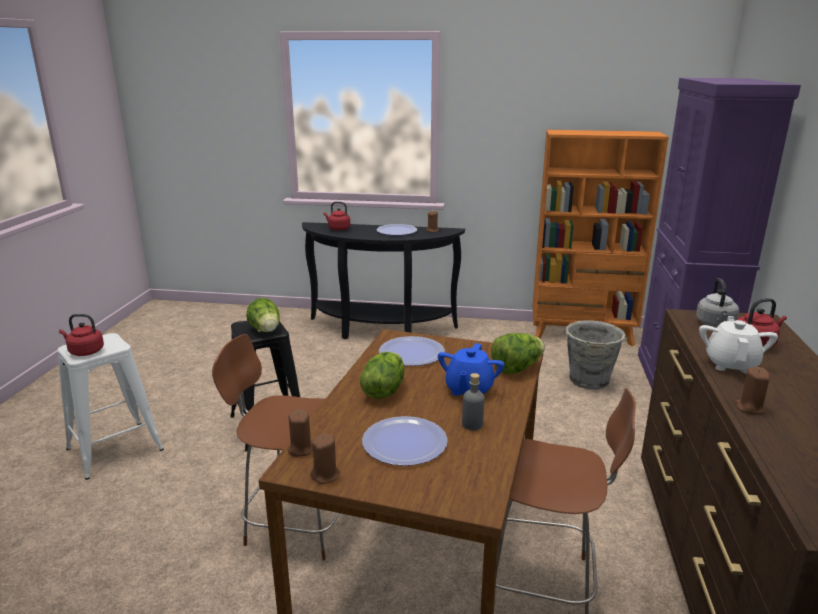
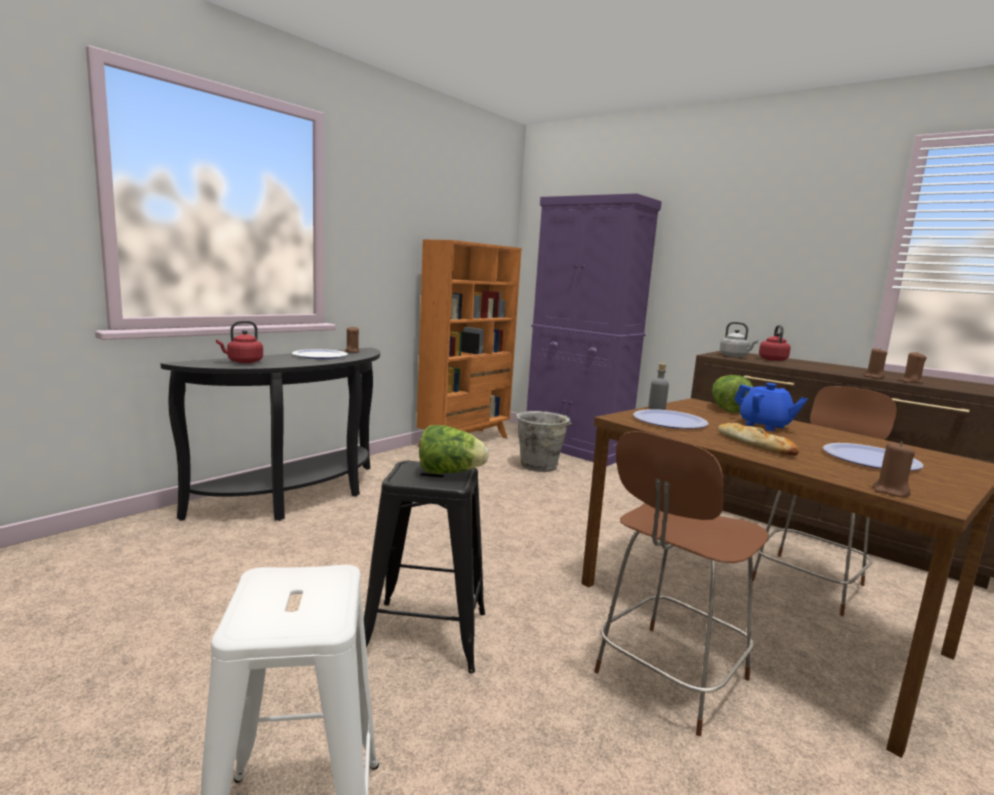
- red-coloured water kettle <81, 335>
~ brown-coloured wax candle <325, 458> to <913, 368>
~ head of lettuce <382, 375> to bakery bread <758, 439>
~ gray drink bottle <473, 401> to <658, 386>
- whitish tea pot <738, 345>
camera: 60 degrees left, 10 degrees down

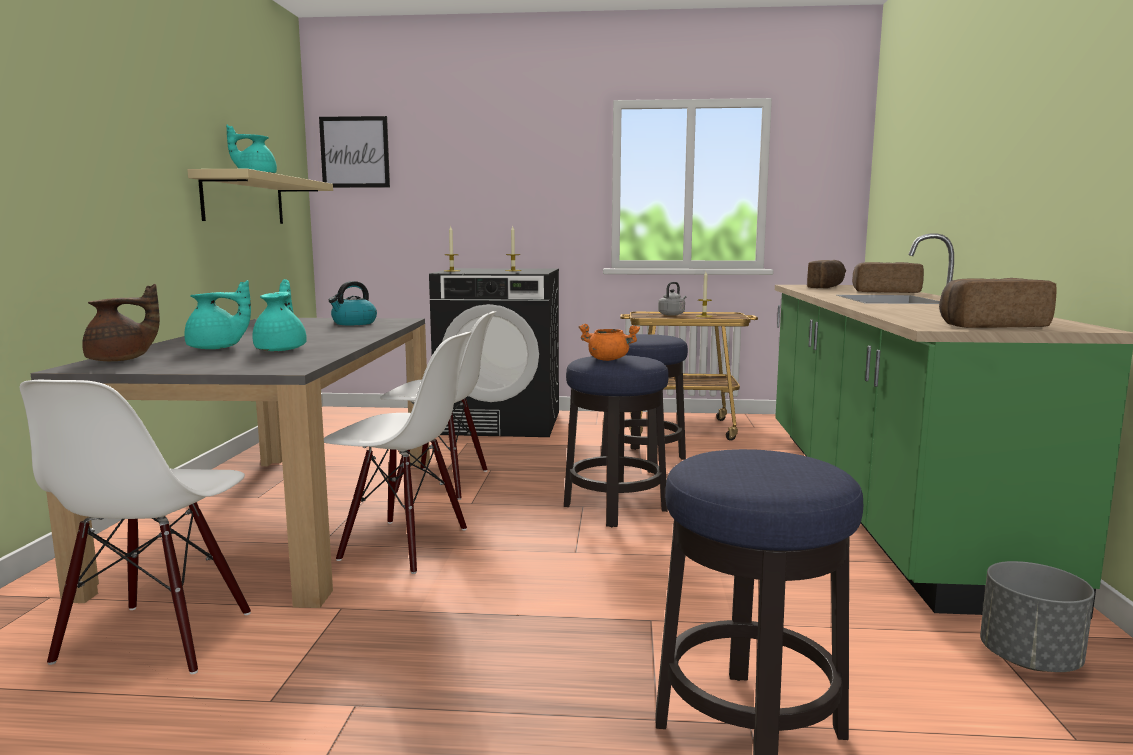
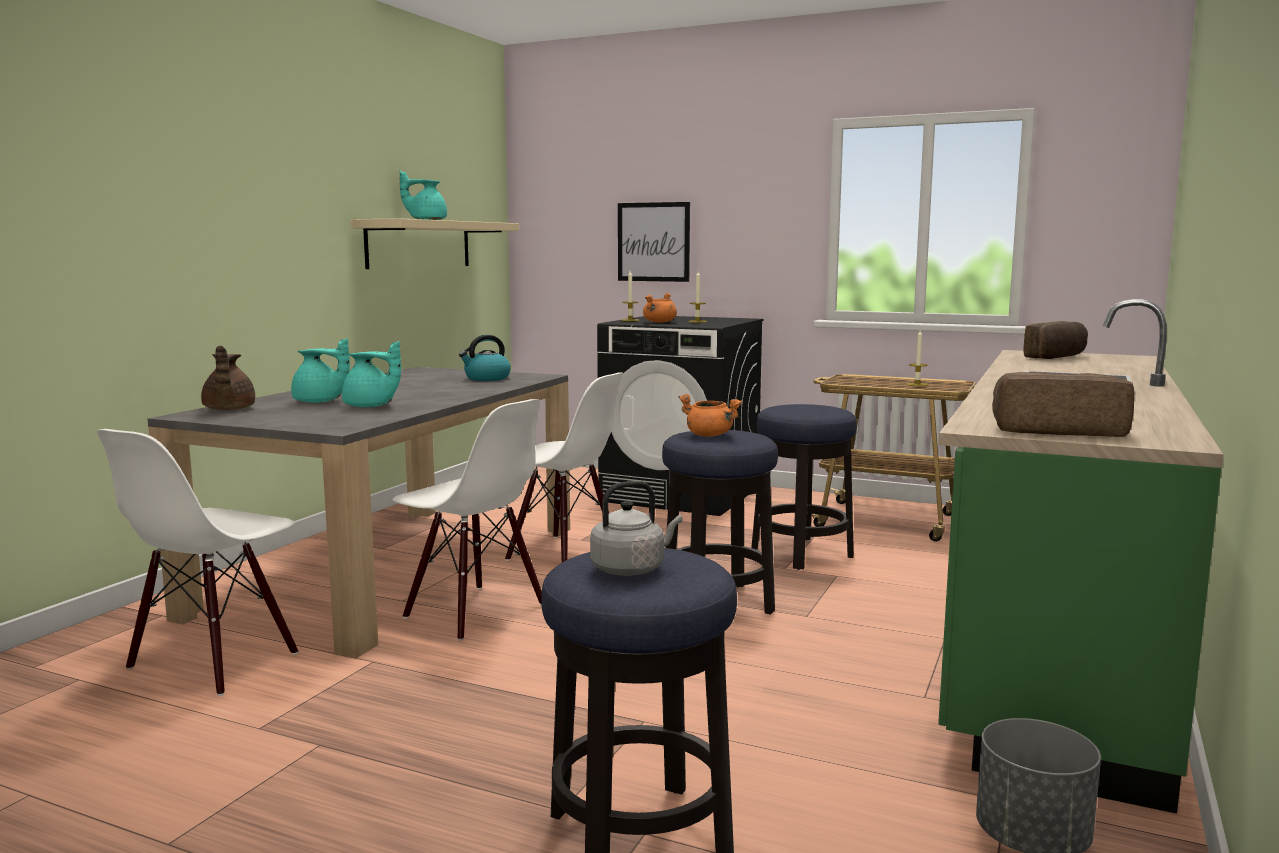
~ brown-coloured tea pot <121, 322> = <228, 377> 90 degrees clockwise
~ turquoise tea pot <279, 315> = <371, 374> 90 degrees clockwise
~ wall picture <354, 152> to <654, 242>
~ gray water kettle <672, 299> to <636, 528>
- bakery bread <888, 277>
+ orangey cooking pot <660, 308>
camera: 20 degrees right, 0 degrees up

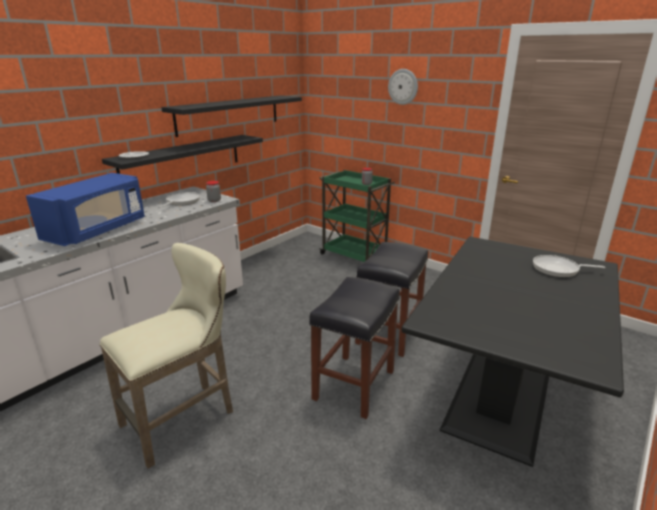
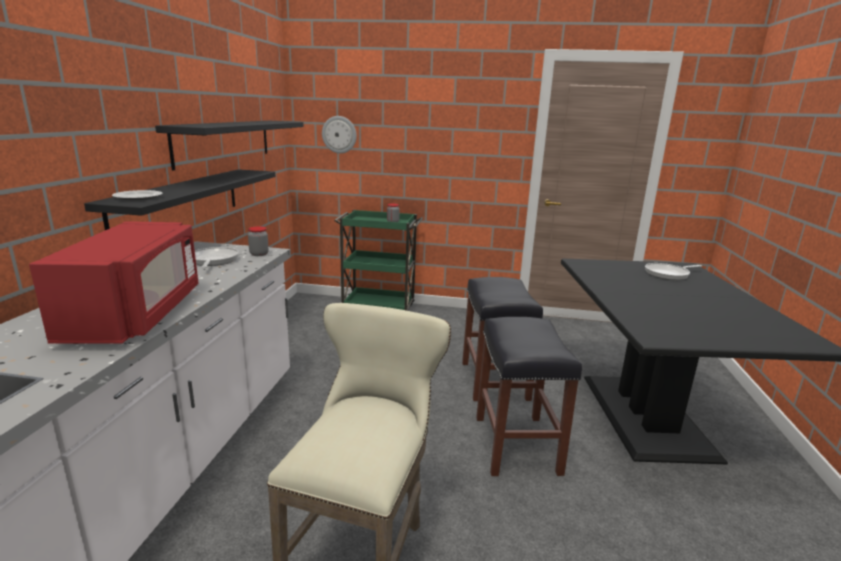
~ bluish microwave <85, 209> to red-coloured microwave <113, 282>
~ hanging clock <403, 87> to <339, 134>
camera: 30 degrees left, 5 degrees down

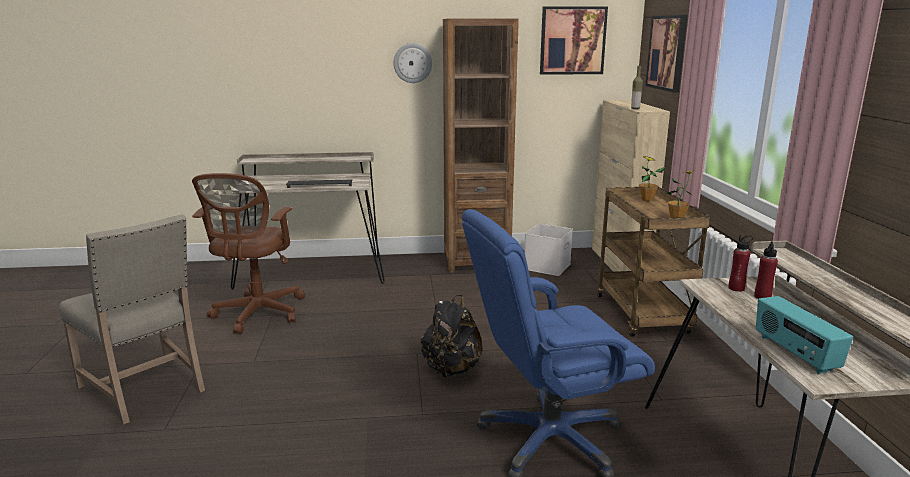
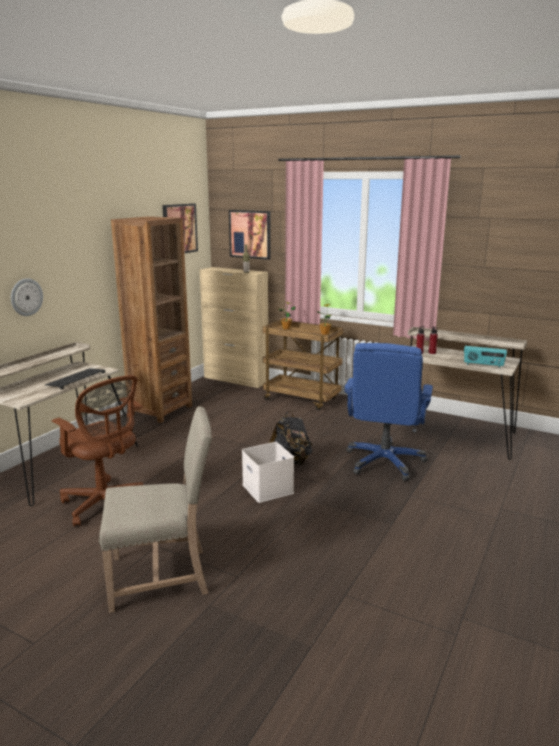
~ hanging clock <412, 63> to <27, 297>
~ whitish storage container <549, 250> to <268, 472>
camera: 55 degrees left, 0 degrees up

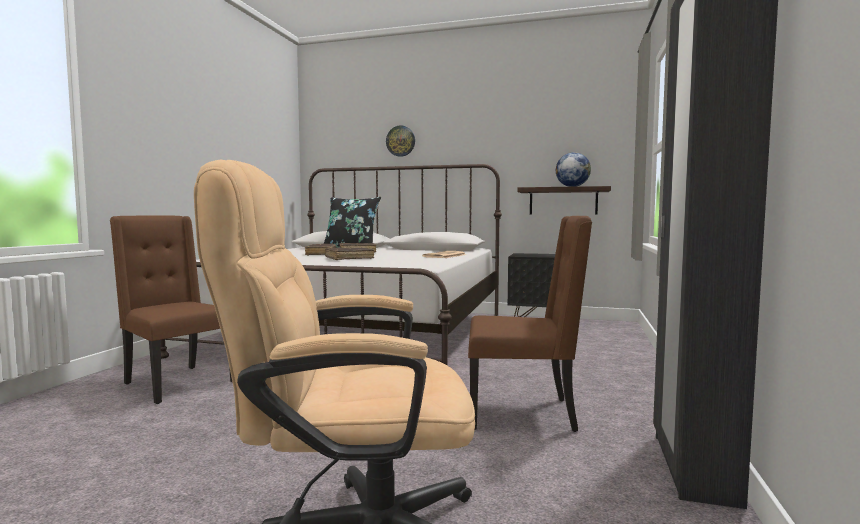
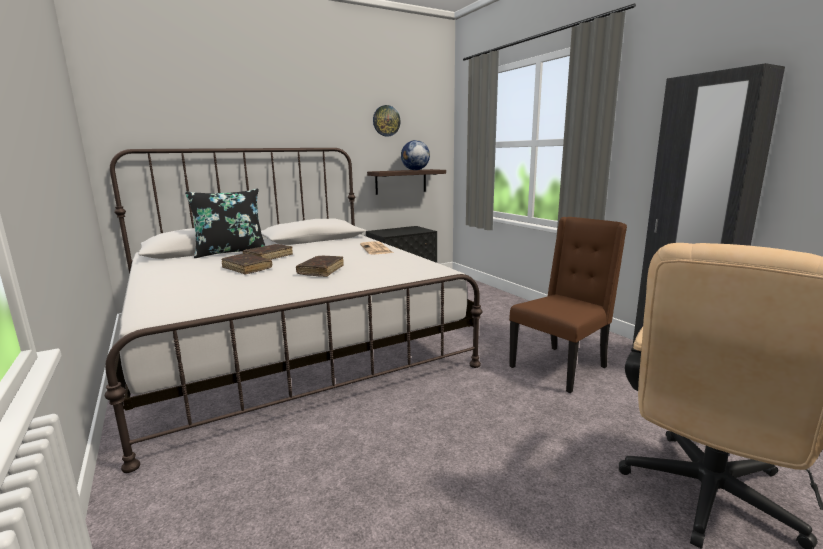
- brown-coloured chair <171, 310>
~ hanging clock <400, 141> to <387, 120>
camera: 45 degrees left, 10 degrees up

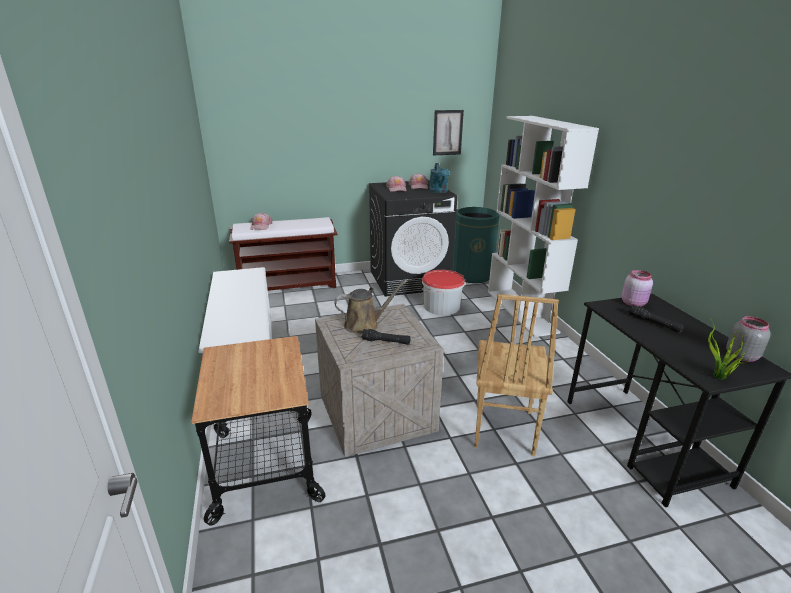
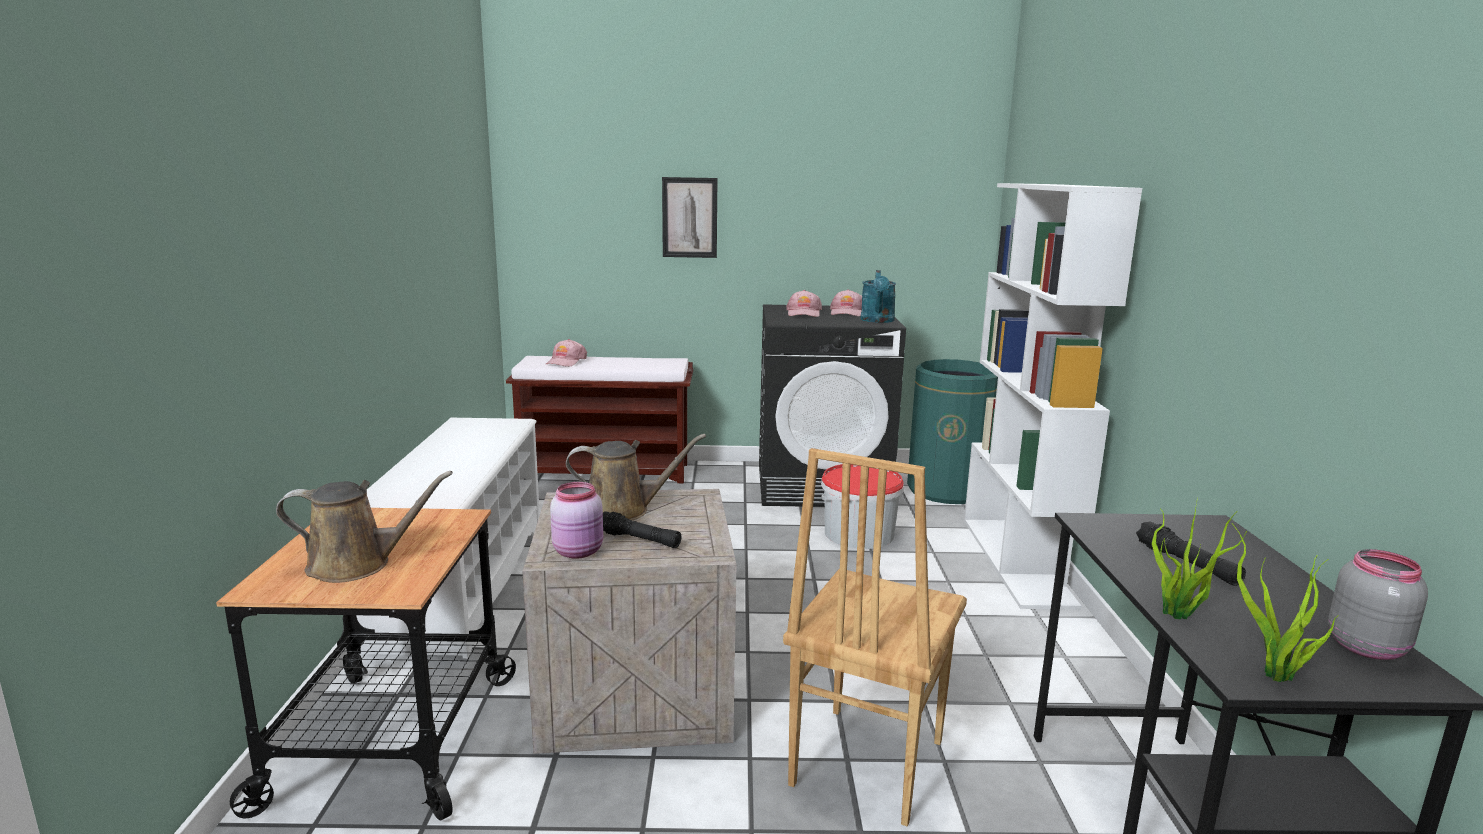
~ wall picture <448, 132> to <690, 217>
~ pinkish storage jar <637, 288> to <576, 520>
+ brown-coloured watering can <364, 527>
+ houseplant <1199, 558>
camera: 15 degrees right, 10 degrees down

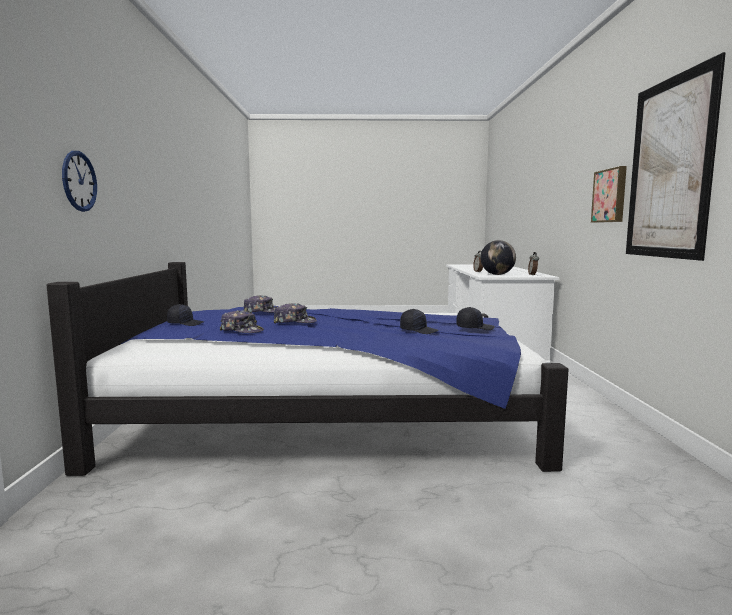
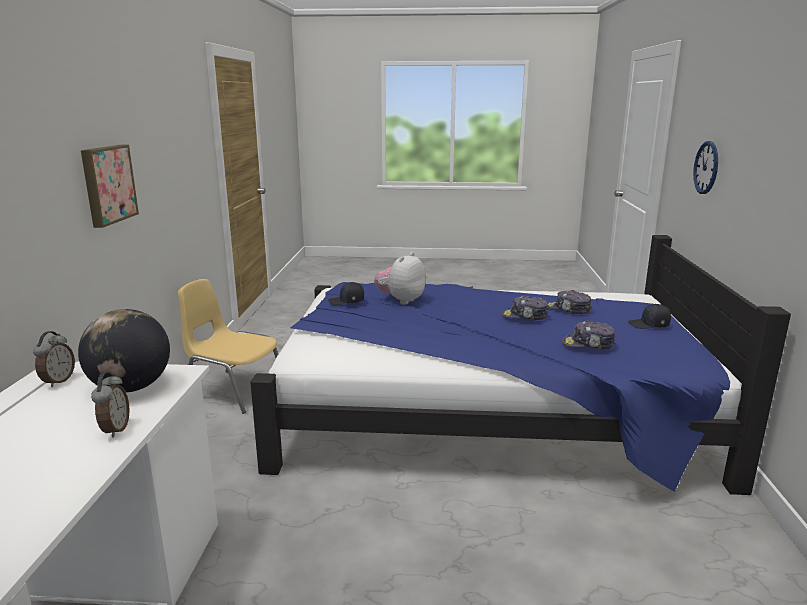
~ blackish cap <419, 321> to plush toy <400, 278>
- wall picture <676, 156>
+ yellow-coloured chair <228, 346>
camera: 175 degrees left, 10 degrees up

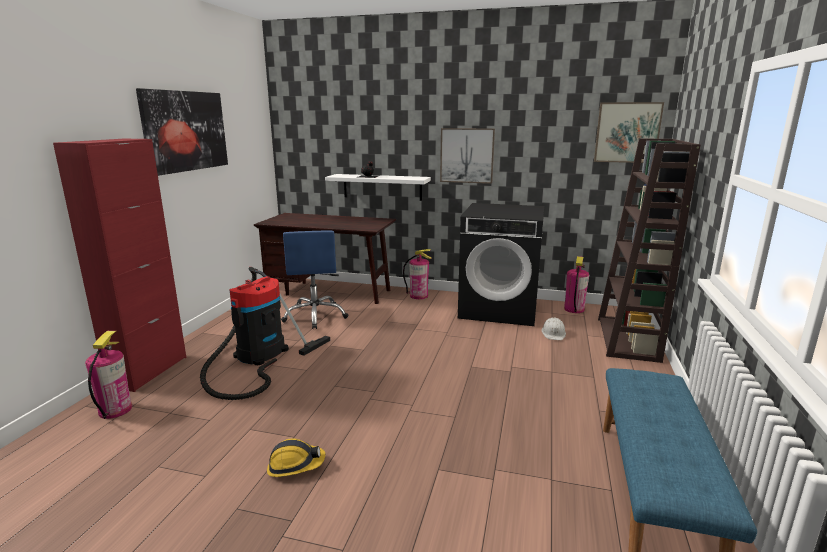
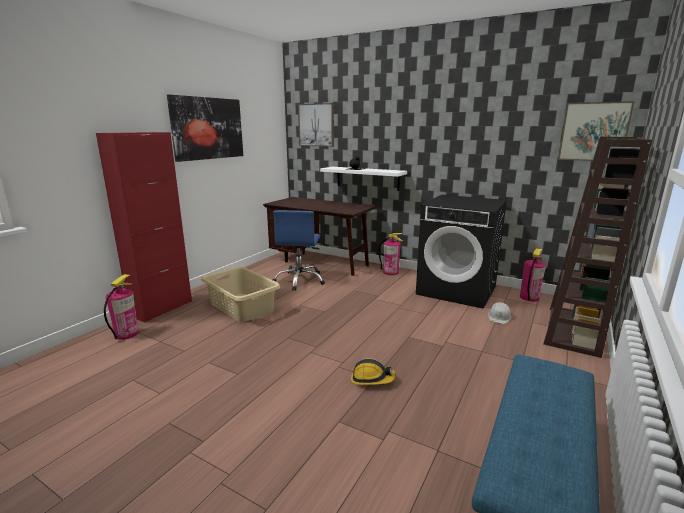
~ vacuum <265, 333> to sand-coloured hamper <240, 294>
~ hard hat <296, 457> to <373, 371>
~ wall picture <467, 156> to <316, 125>
camera: 15 degrees right, 0 degrees up

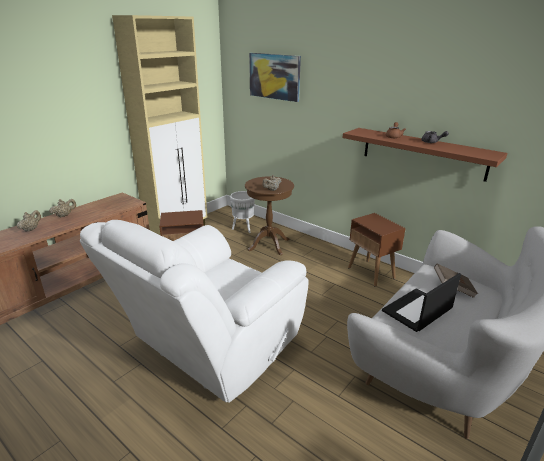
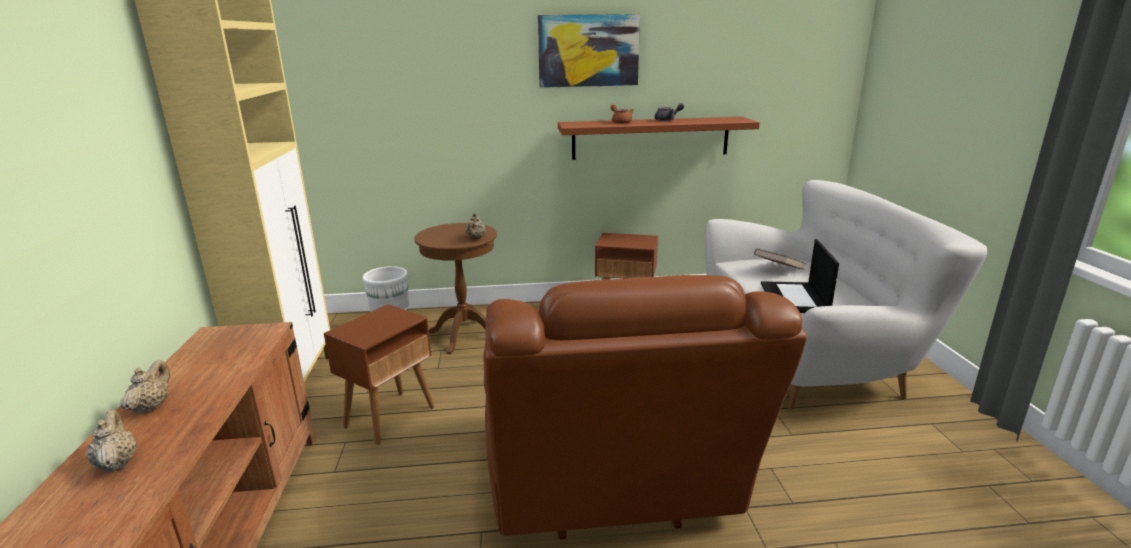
~ whitish lounge chair <194, 311> to brown-coloured lounge chair <645, 407>
~ wall picture <275, 77> to <589, 51>
camera: 45 degrees left, 5 degrees down

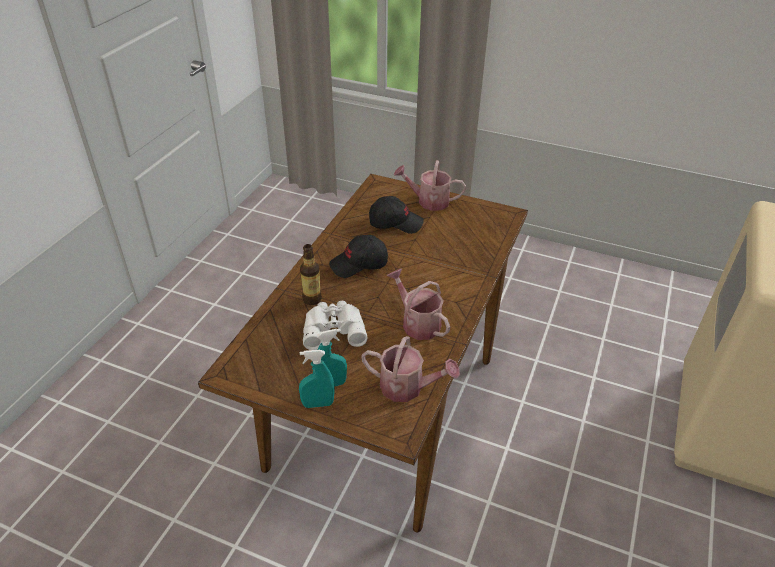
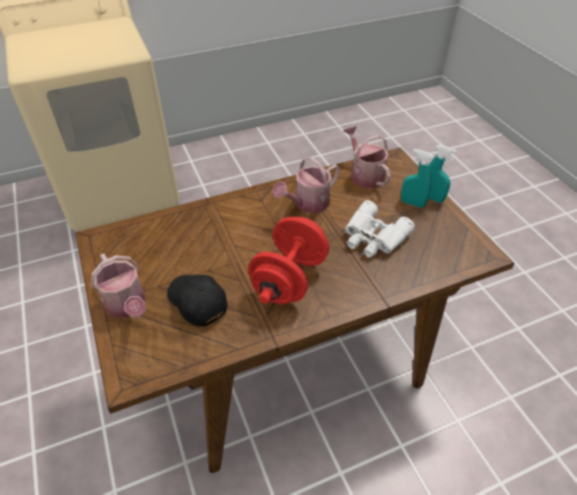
- drink bottle <311, 274>
~ blackish cap <358, 256> to red-coloured free weight <288, 260>
~ watering can <418, 304> = <306, 185> 45 degrees clockwise
camera: 135 degrees left, 5 degrees up

